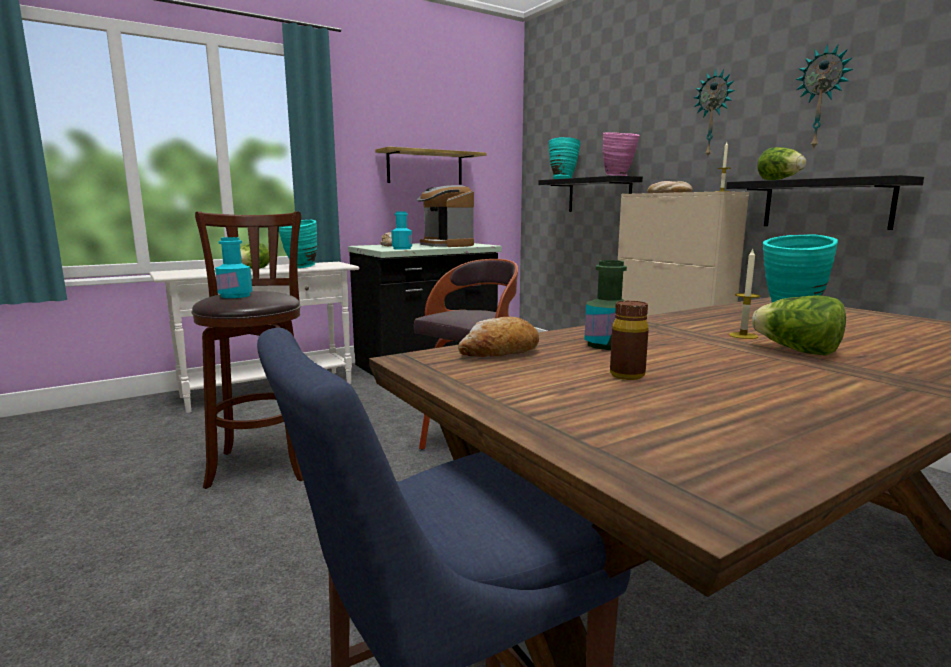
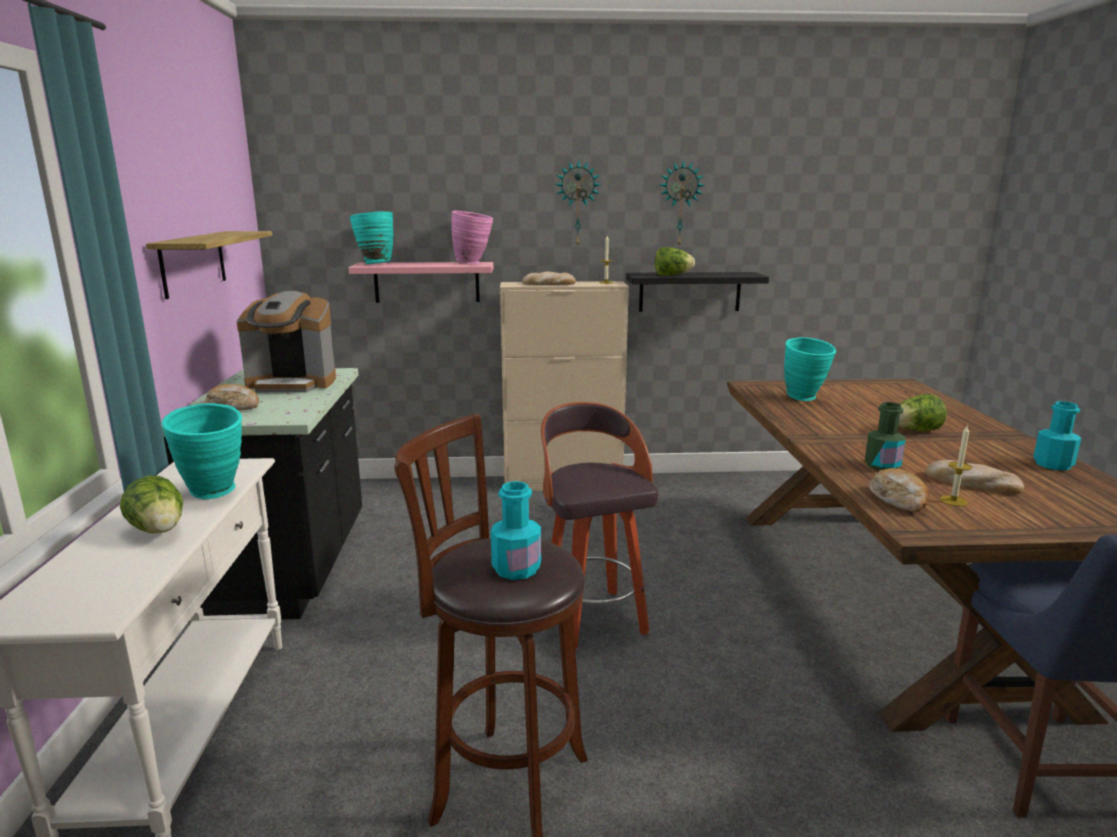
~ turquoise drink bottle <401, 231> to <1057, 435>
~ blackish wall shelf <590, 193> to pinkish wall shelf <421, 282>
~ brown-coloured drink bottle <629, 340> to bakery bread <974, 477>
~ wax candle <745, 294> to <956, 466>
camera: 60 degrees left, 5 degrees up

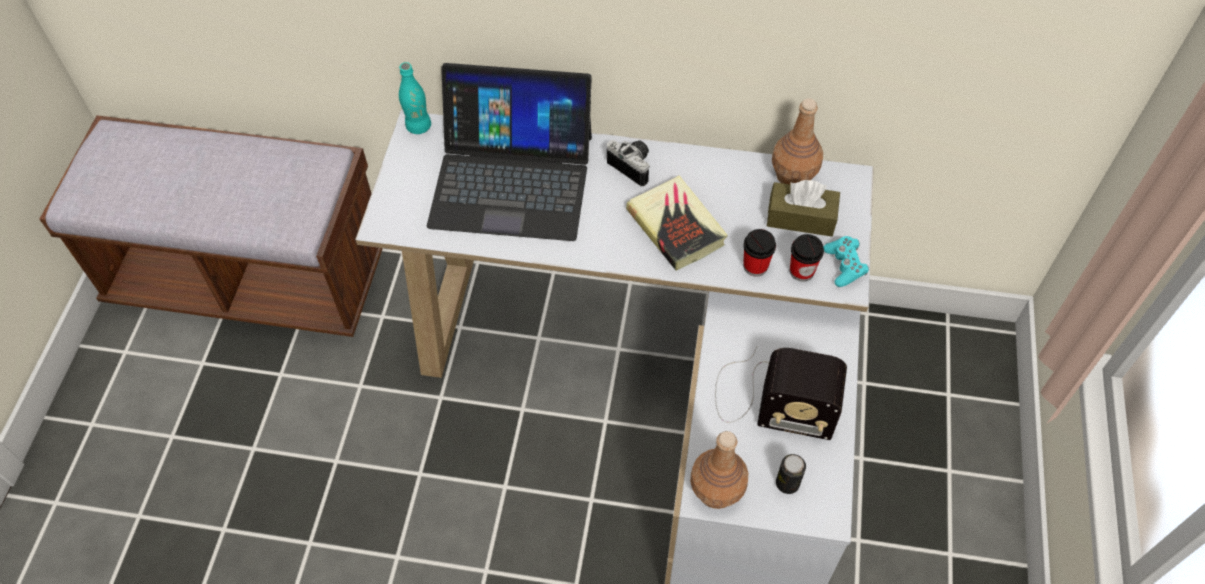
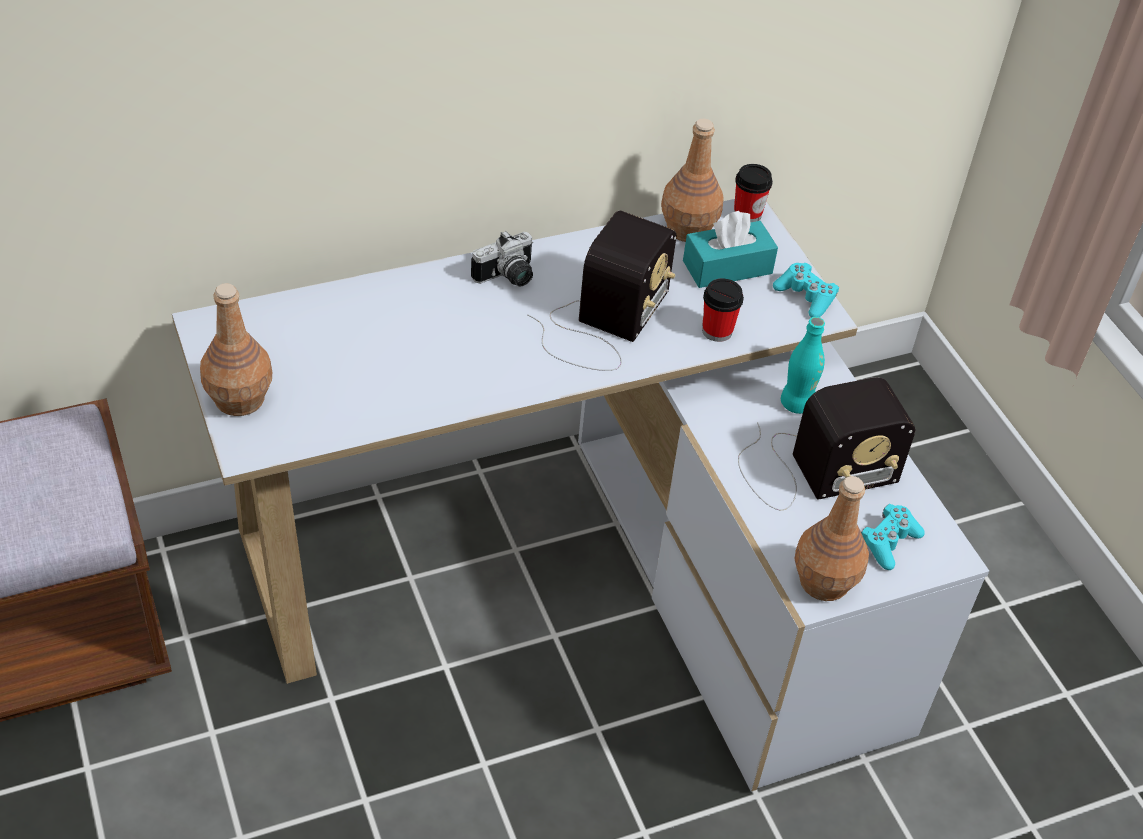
~ turquoise drink bottle <415, 98> to <803, 365>
- laptop <509, 152>
~ still camera <628, 163> = <502, 258> 135 degrees clockwise
~ book <677, 223> to radio <602, 291>
~ brown-coloured tissue box <803, 208> to turquoise tissue box <730, 249>
~ sealed can <791, 474> to turquoise game controller <893, 537>
~ cup <807, 258> to <753, 193>
+ brown-coloured drink bottle <236, 349>
camera: 35 degrees left, 10 degrees down

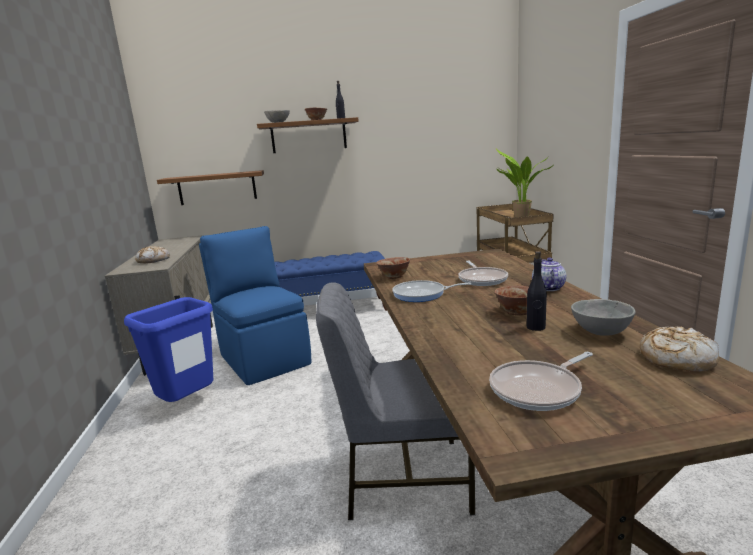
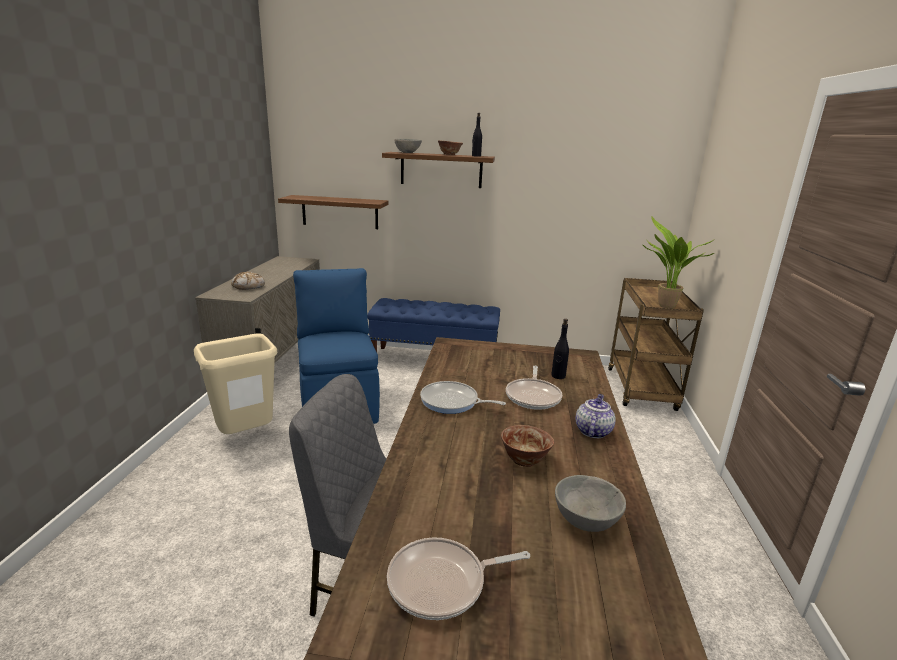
~ bluish waste bin <168, 349> to sand-coloured waste bin <235, 383>
- bowl <393, 268>
~ blackish drink bottle <536, 291> to <560, 349>
- bakery bread <679, 349>
camera: 15 degrees right, 5 degrees up

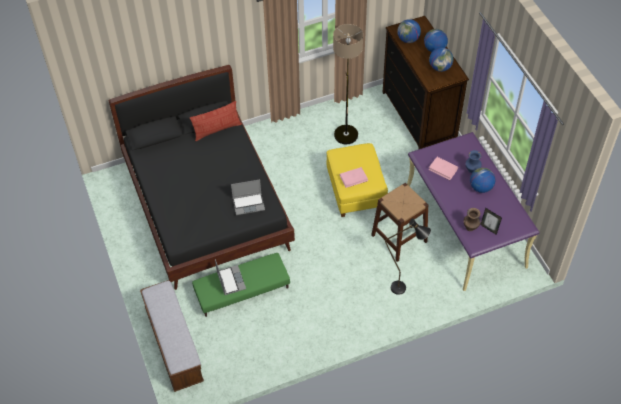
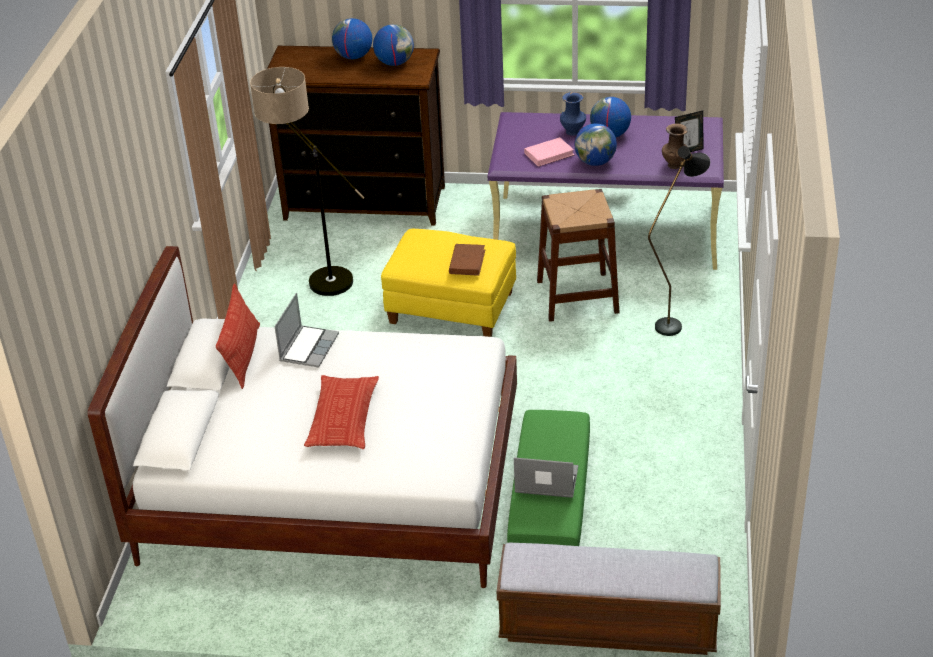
~ blackish bed <202, 177> to whitish bed <302, 417>
~ laptop <248, 197> to <306, 330>
~ pinkish book <354, 177> to brown-coloured book <467, 260>
~ globe <409, 31> to <596, 144>
+ pillow <341, 412>
camera: 60 degrees left, 15 degrees down

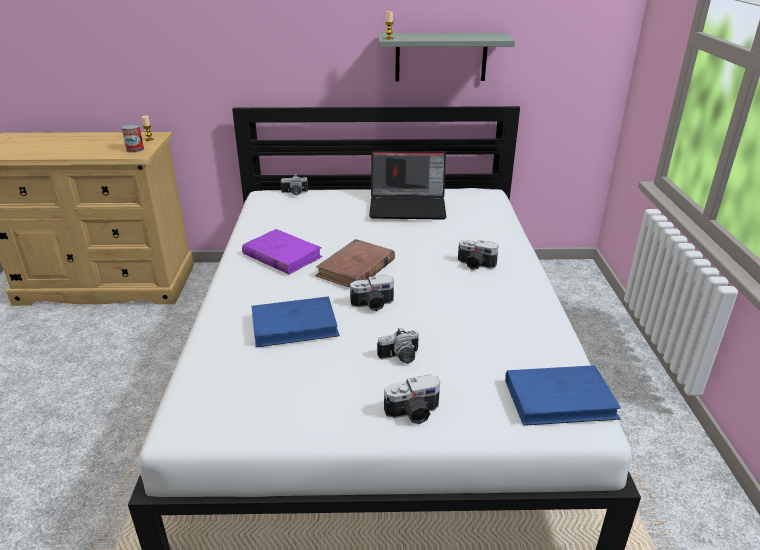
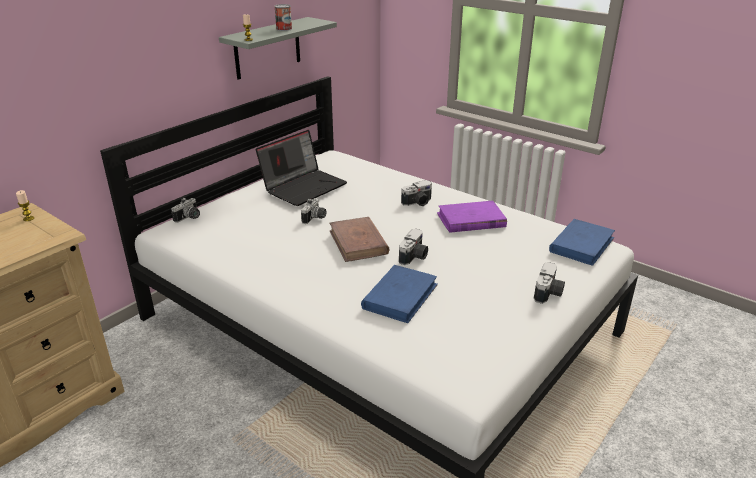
~ sealed can <132, 138> to <283, 17>
~ purple-coloured book <282, 251> to <472, 217>
~ still camera <398, 345> to <314, 211>
camera: 50 degrees left, 0 degrees up

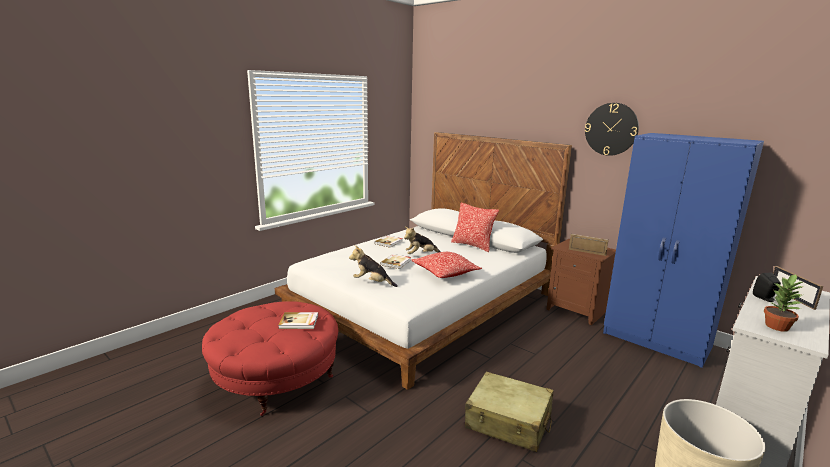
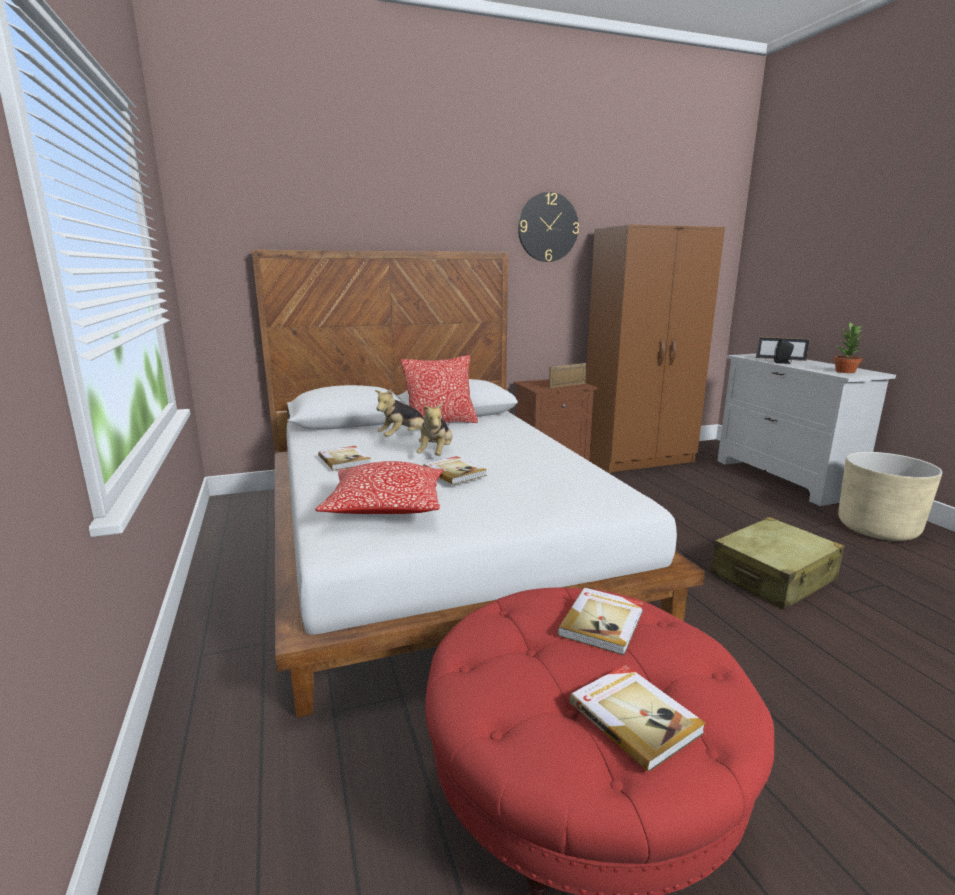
~ plush toy <373, 266> to <399, 413>
~ pillow <446, 265> to <379, 487>
~ bluish wardrobe <683, 250> to brown-coloured wardrobe <655, 349>
+ book <637, 718>
camera: 60 degrees left, 0 degrees up

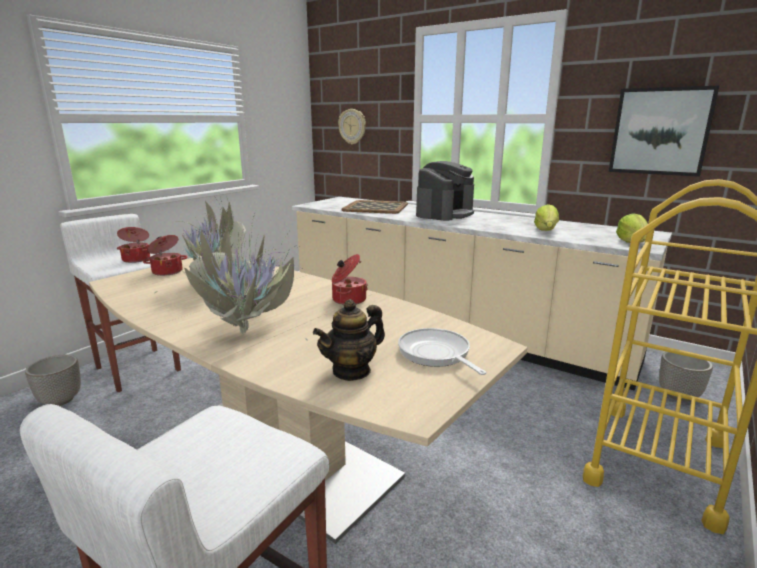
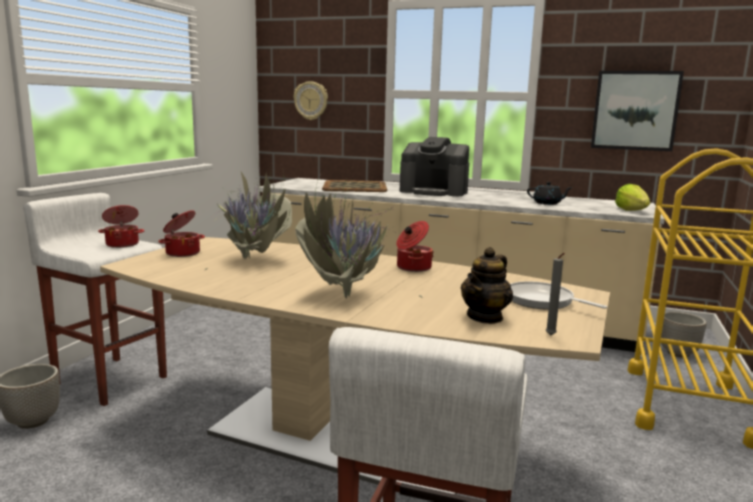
~ coffee brewer <445, 191> = <434, 166> 90 degrees clockwise
~ head of lettuce <546, 217> to blackish tea pot <550, 193>
+ gray wax candle <555, 294>
camera: 15 degrees left, 5 degrees down

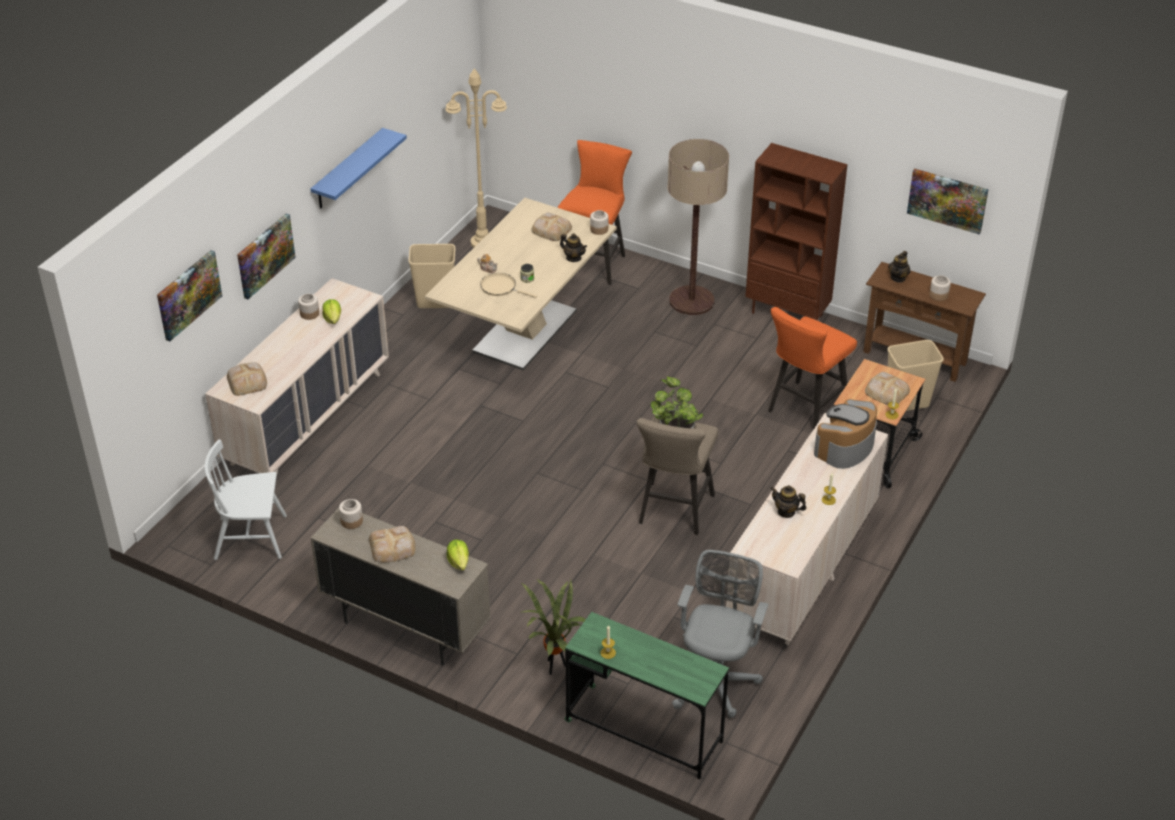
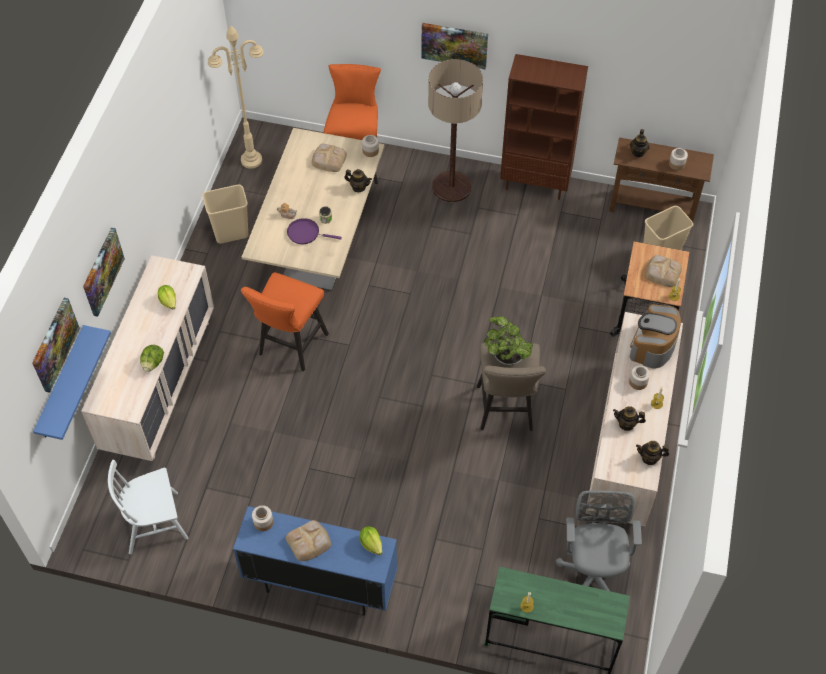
- bakery bread <247, 379>
~ storage jar <308, 307> to <639, 377>
~ bluish wall shelf <358, 168> to <72, 382>
~ sand-coloured cupboard <400, 587> to bluish cupboard <315, 560>
~ sand-coloured skillet <508, 285> to purple-coloured skillet <314, 231>
- houseplant <553, 627>
~ orangey sitting stool <813, 368> to <285, 322>
~ wall picture <948, 202> to <454, 46>
+ head of lettuce <152, 358>
+ tea pot <652, 453>
camera: 15 degrees left, 15 degrees up

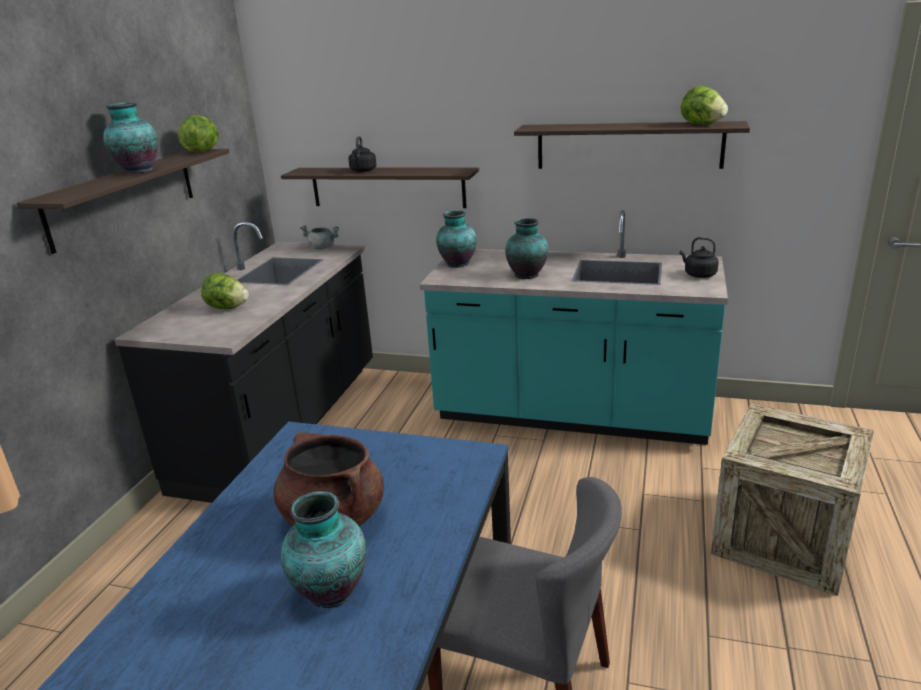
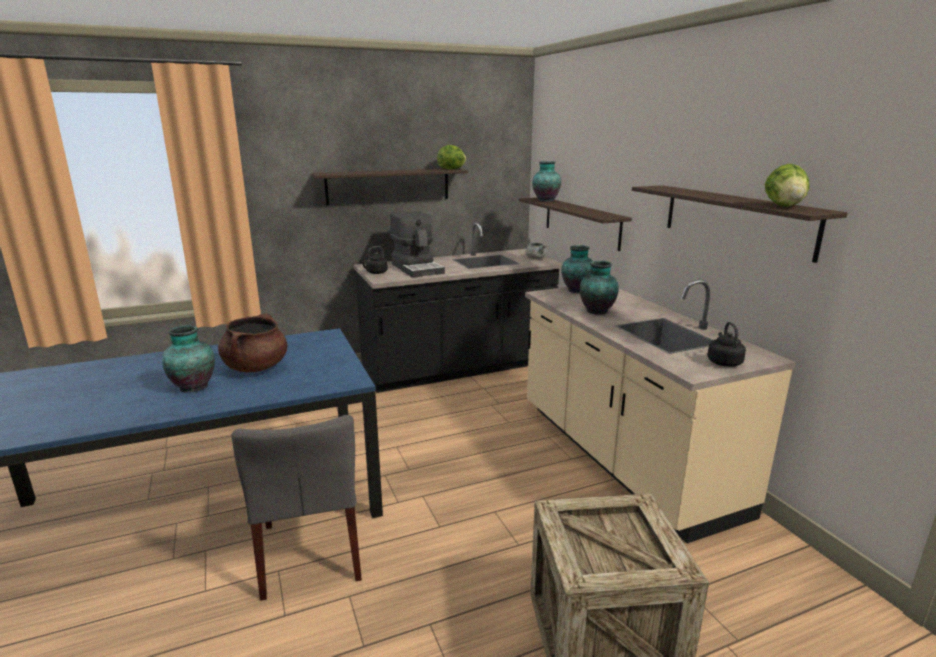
~ flower vase <130, 138> to <546, 181>
~ head of lettuce <225, 291> to coffee brewer <417, 244>
~ blackish water kettle <362, 154> to <374, 260>
~ turquoise kitchen base unit <574, 327> to sand-coloured kitchen base unit <660, 411>
camera: 50 degrees right, 5 degrees down

